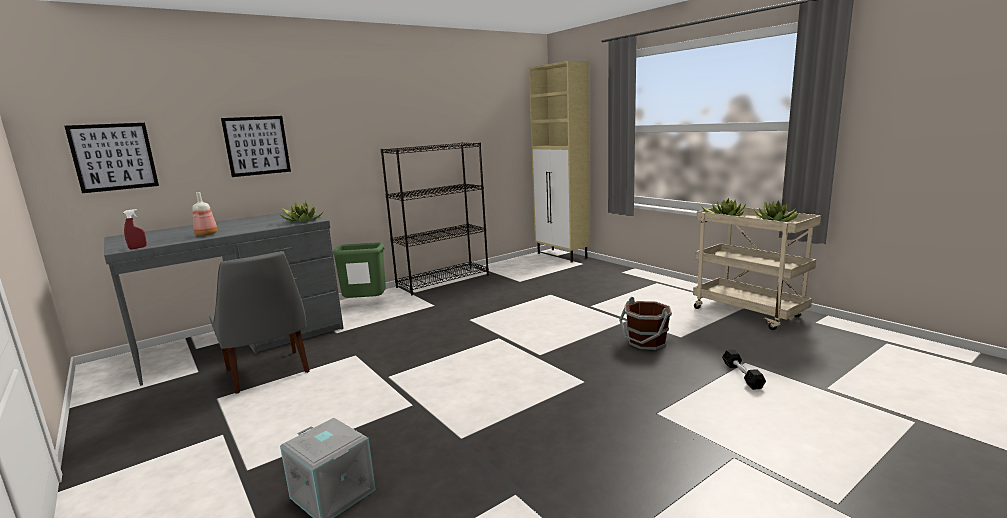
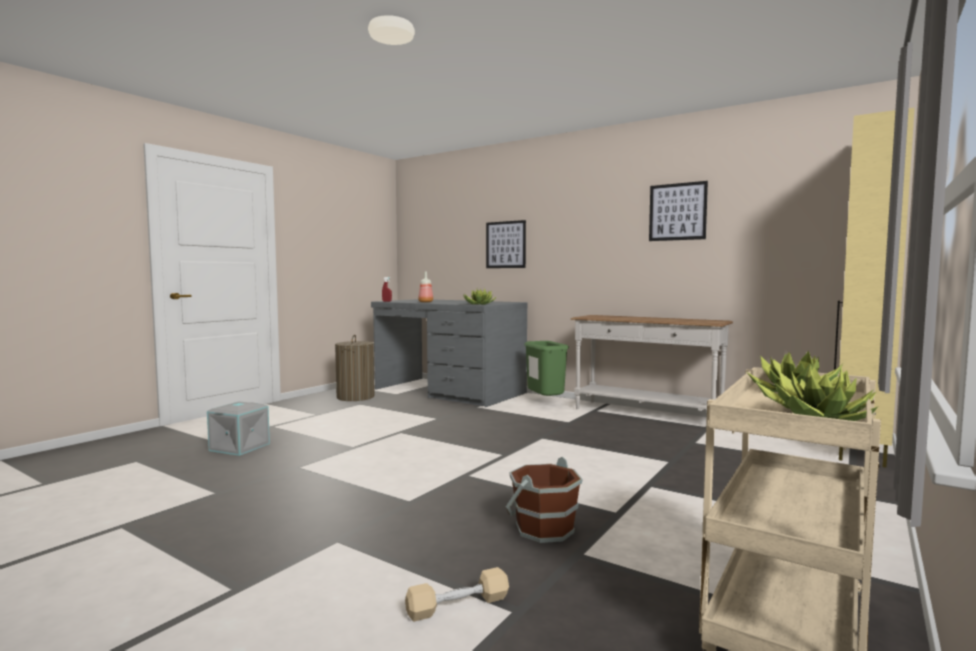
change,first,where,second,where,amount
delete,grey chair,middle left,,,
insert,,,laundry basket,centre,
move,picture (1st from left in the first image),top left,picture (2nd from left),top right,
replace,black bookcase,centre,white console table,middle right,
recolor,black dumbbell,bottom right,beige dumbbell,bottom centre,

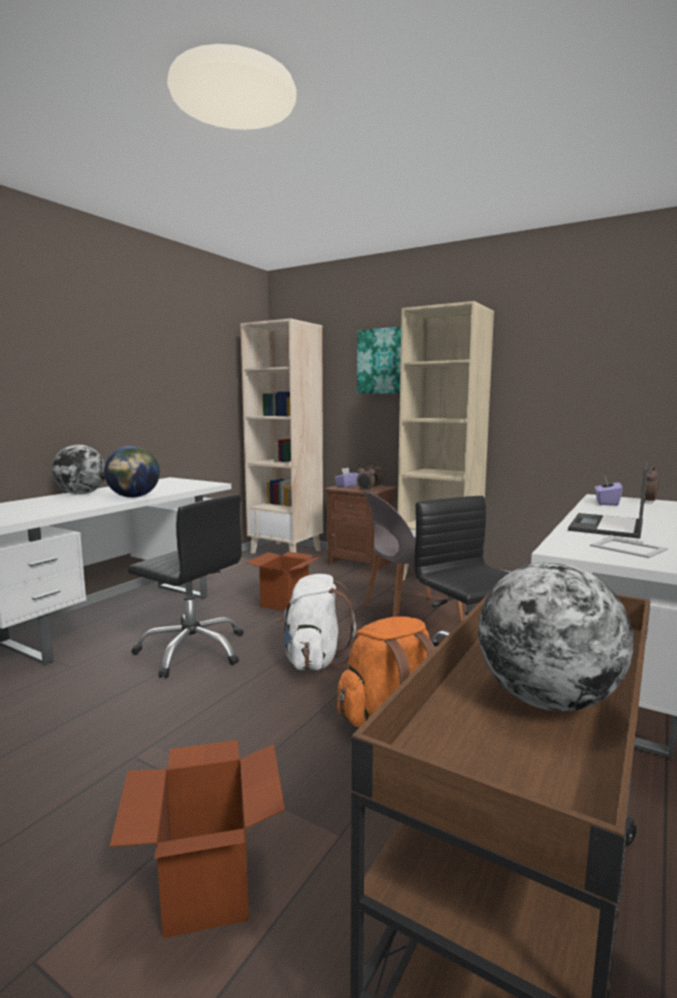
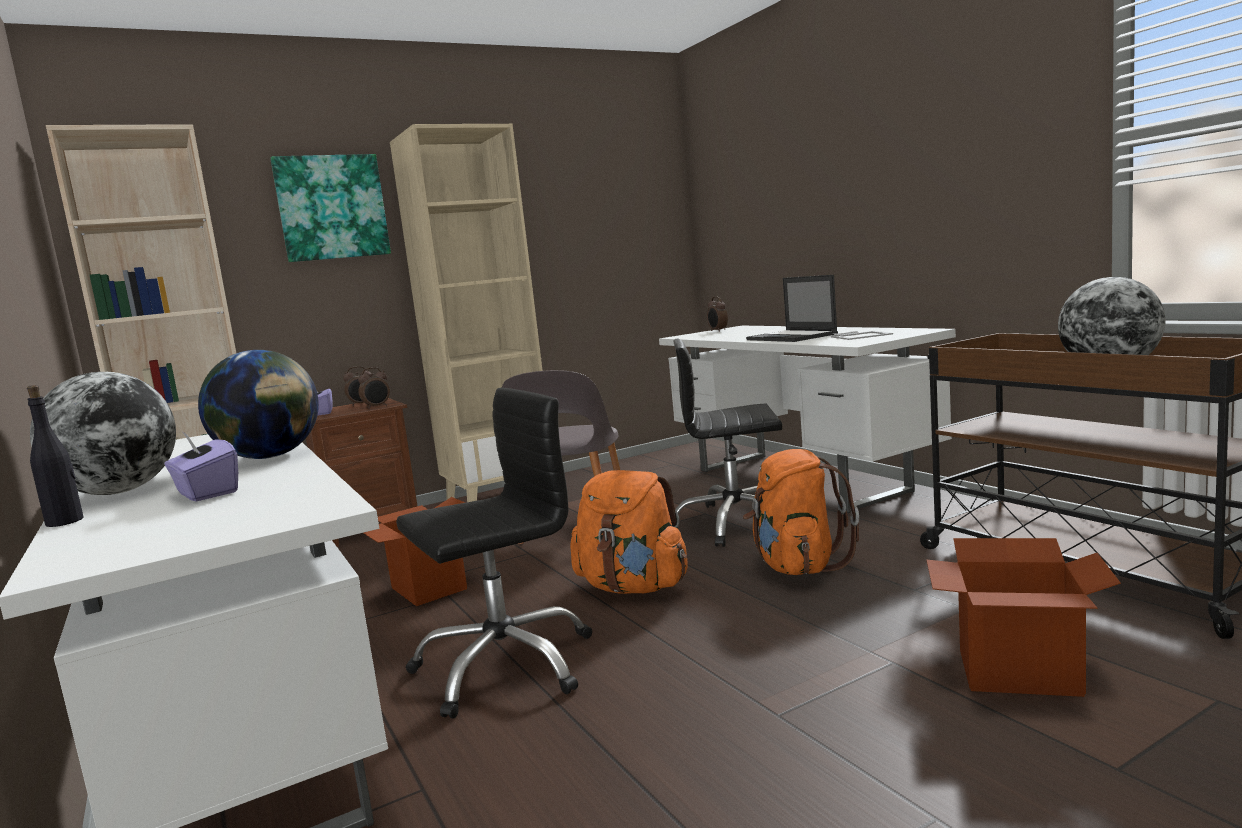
change,first,where,second,where,amount
insert,,,black bottle,middle left,
move,purple tissue box (2nd from left in the first image),middle right,purple tissue box (1st from left),middle left,
recolor,white backpack,centre,orange backpack (1st from left),centre,

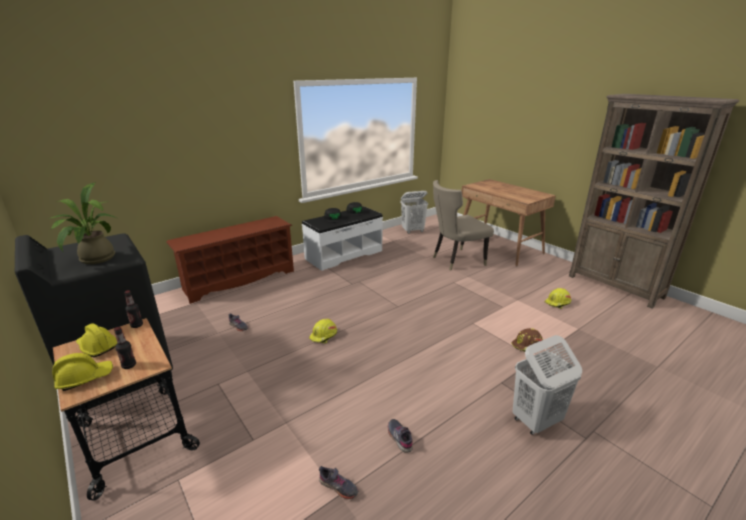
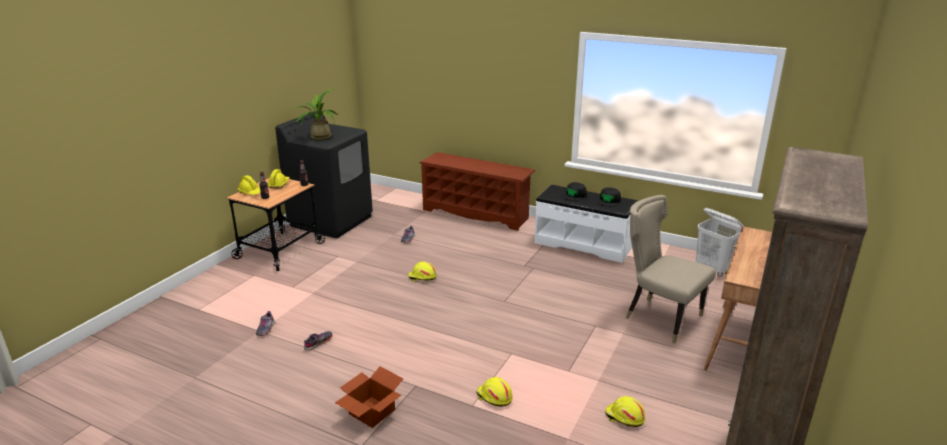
change,first,where,second,where,amount
replace,white laundry basket (2nd from left),bottom right,cardboard box,bottom centre,
recolor,brown hard hat,middle right,yellow hard hat (4th from left),bottom centre,

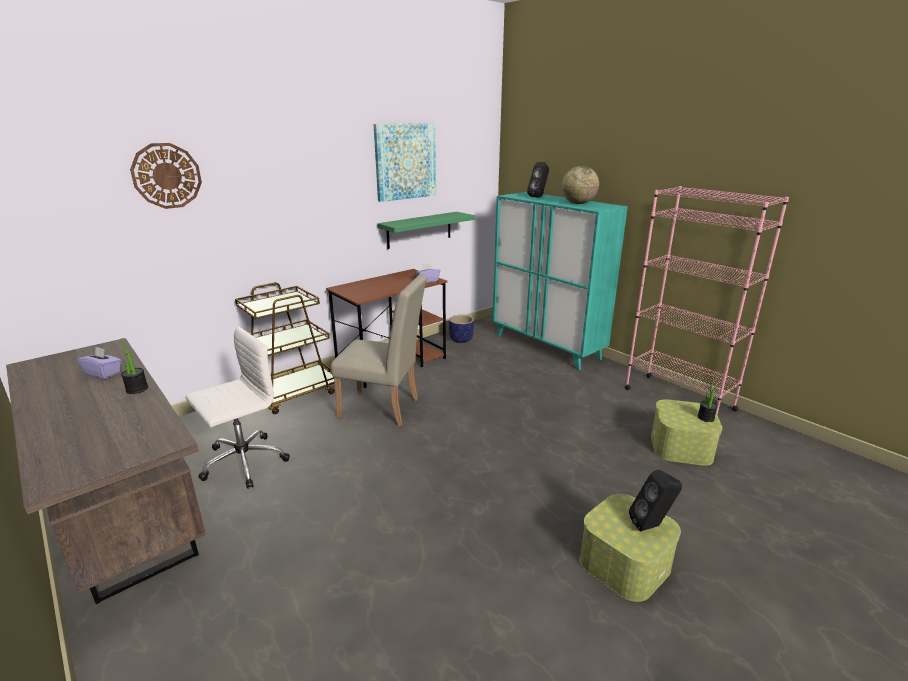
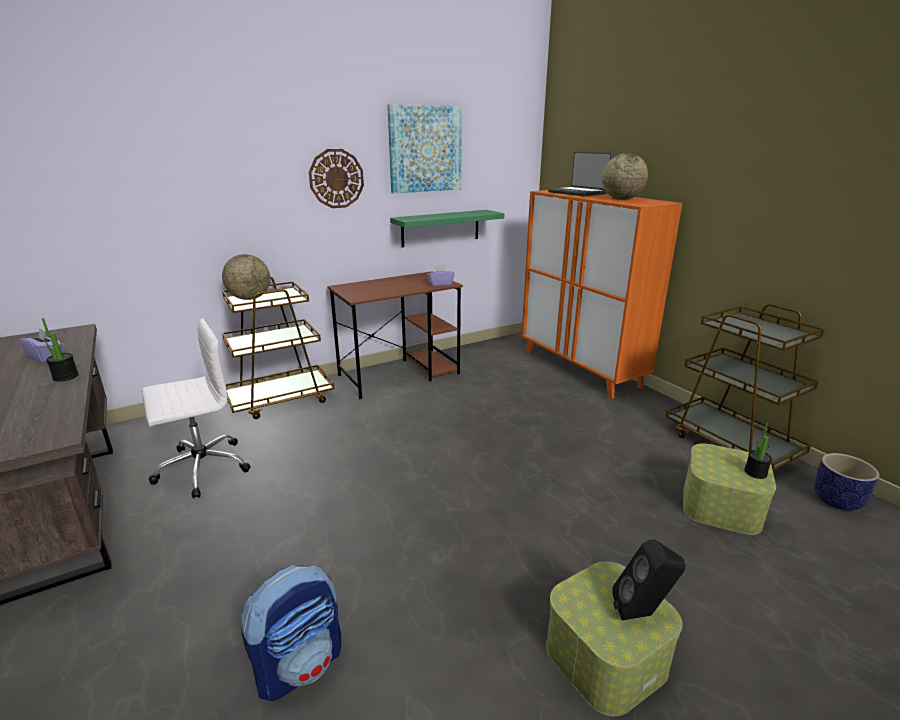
change,first,where,second,where,amount
delete,beige chair,centre,,,
insert,,,globe (1st from left),middle left,
insert,,,backpack,bottom left,
move,wall clock,top left,,top centre,
move,planter,centre,,bottom right,
replace,black speaker (1st from left),top centre,laptop,top centre,
replace,pink bookcase,middle right,brown cart (2nd from left),middle right,
recolor,turquoise cabinet,centre,orange cabinet,middle right,

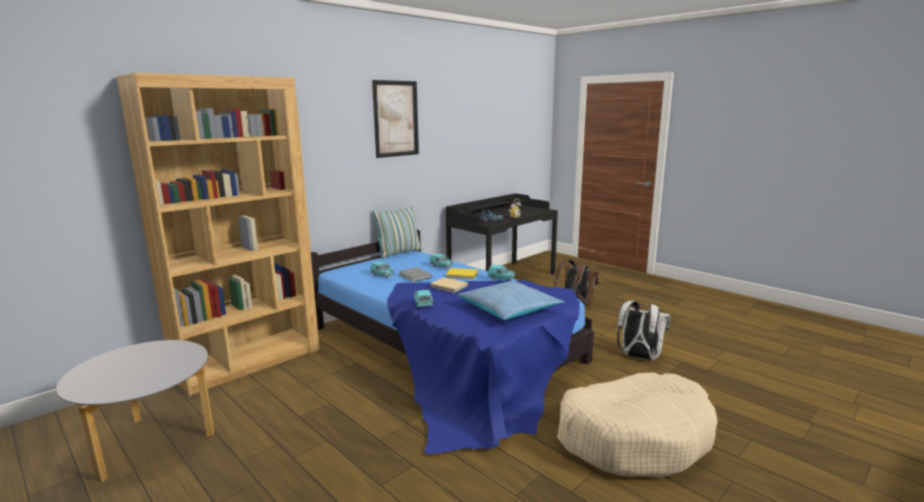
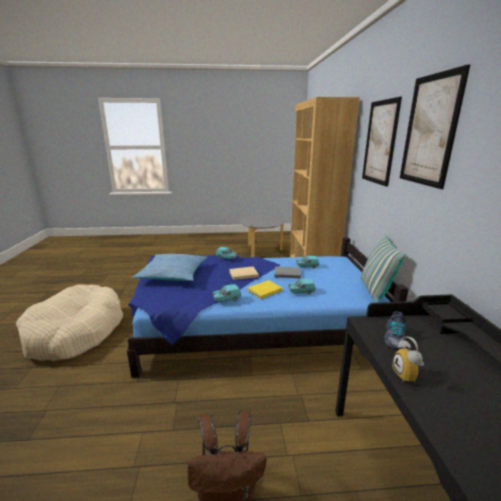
change,first,where,second,where,amount
delete,white backpack,middle right,,,
insert,,,picture (1st from left),top right,

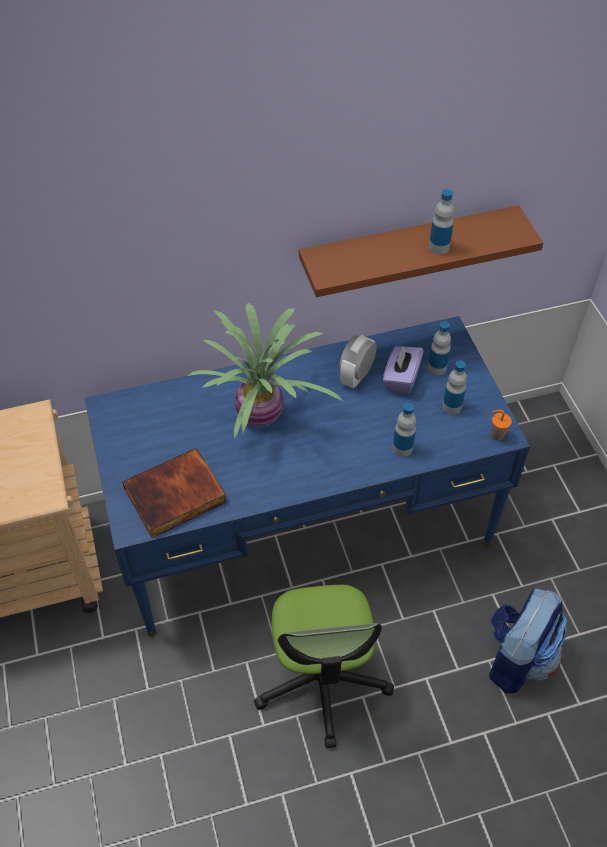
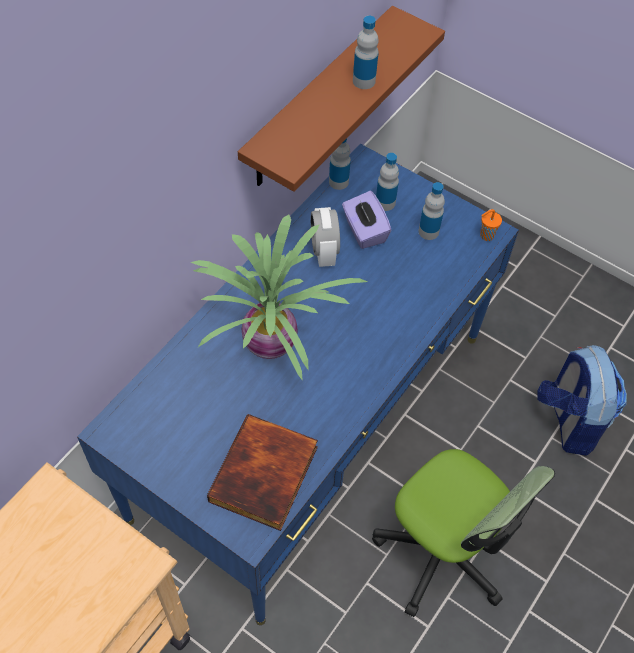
change,first,where,second,where,amount
move,bottle (1st from left),centre,,top centre,

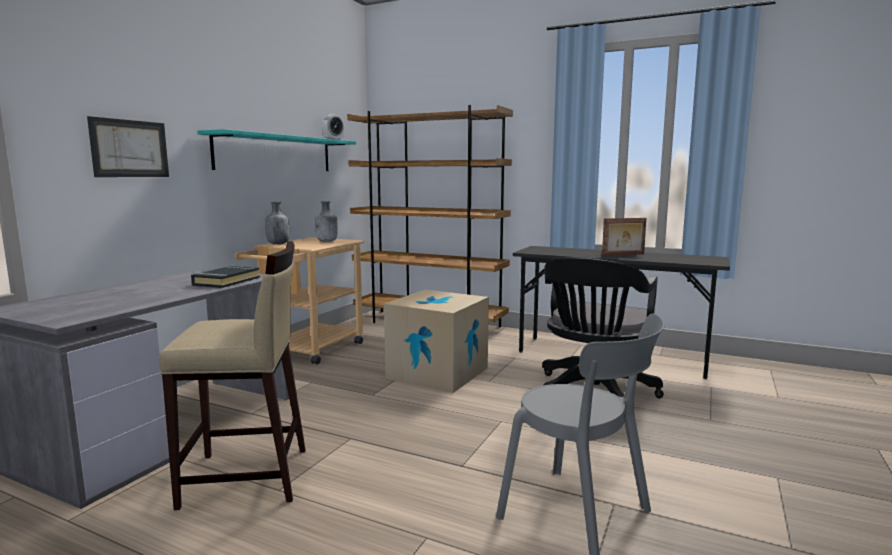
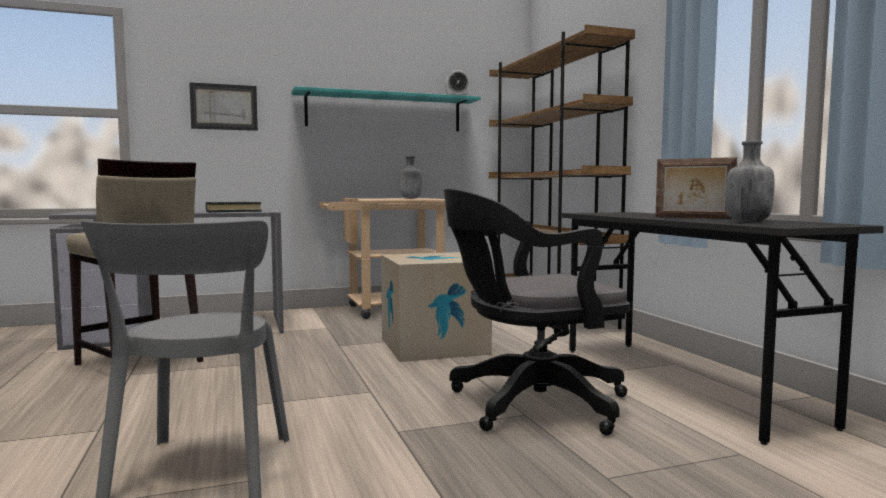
change,first,where,second,where,amount
move,grey bottle (1st from left in the first image),middle left,grey bottle (2nd from left),middle right,

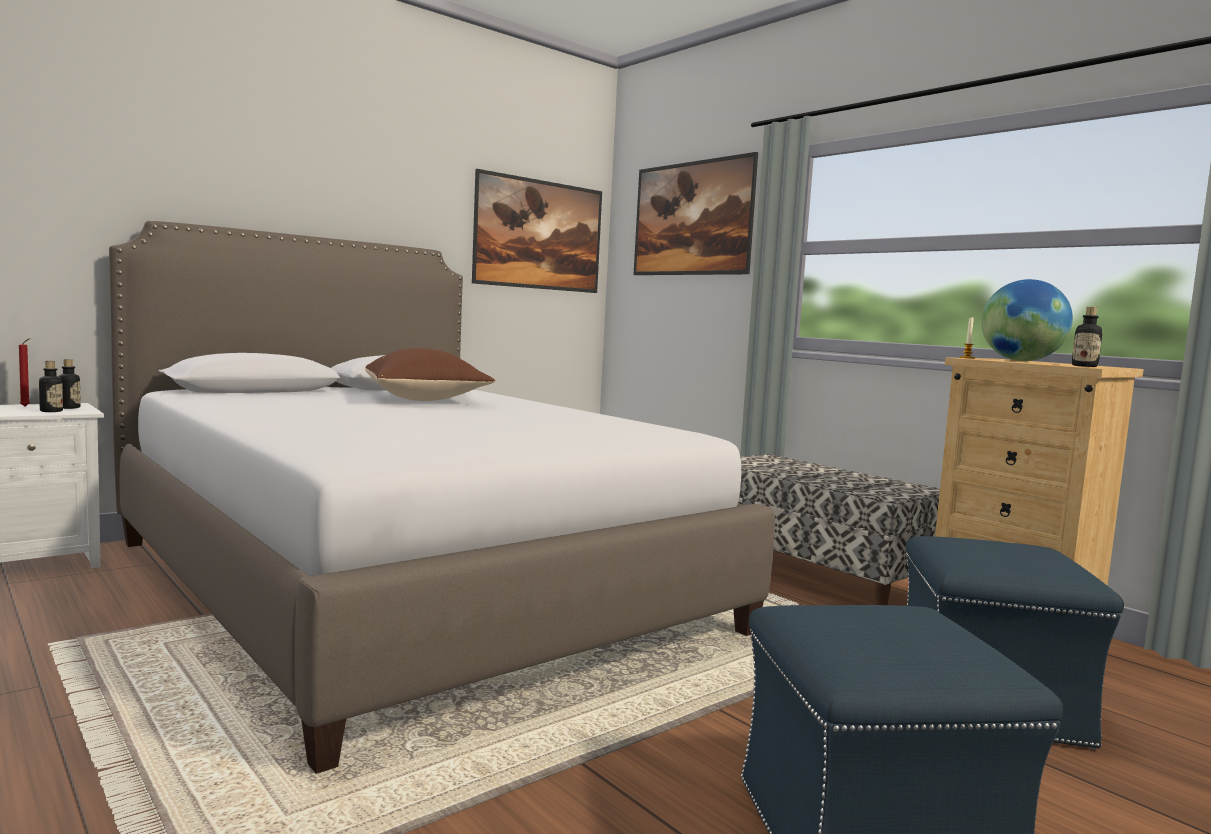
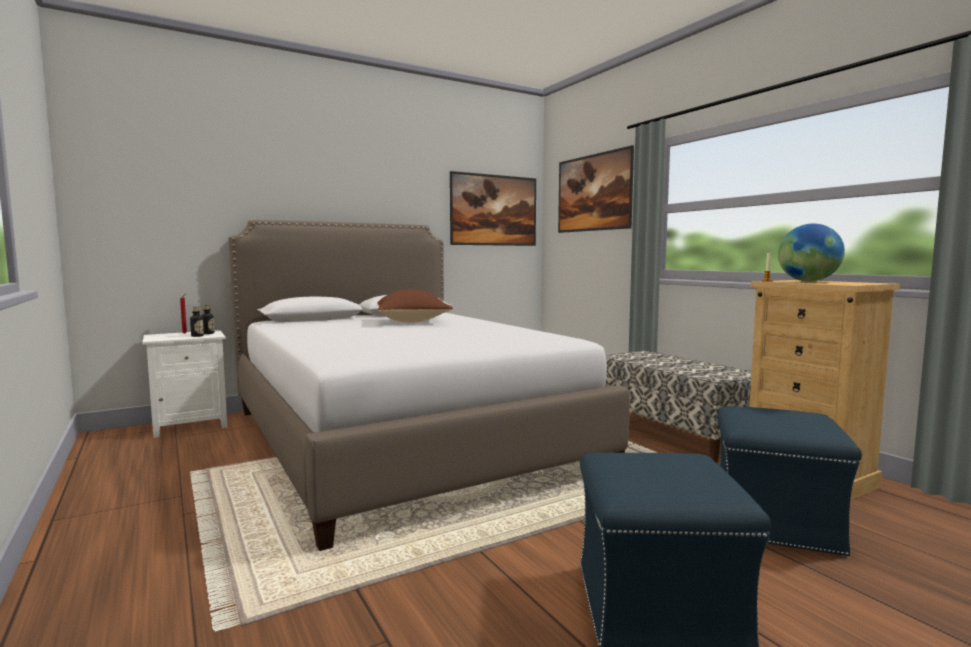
change,first,where,second,where,amount
delete,bottle (3rd from left),middle right,,,

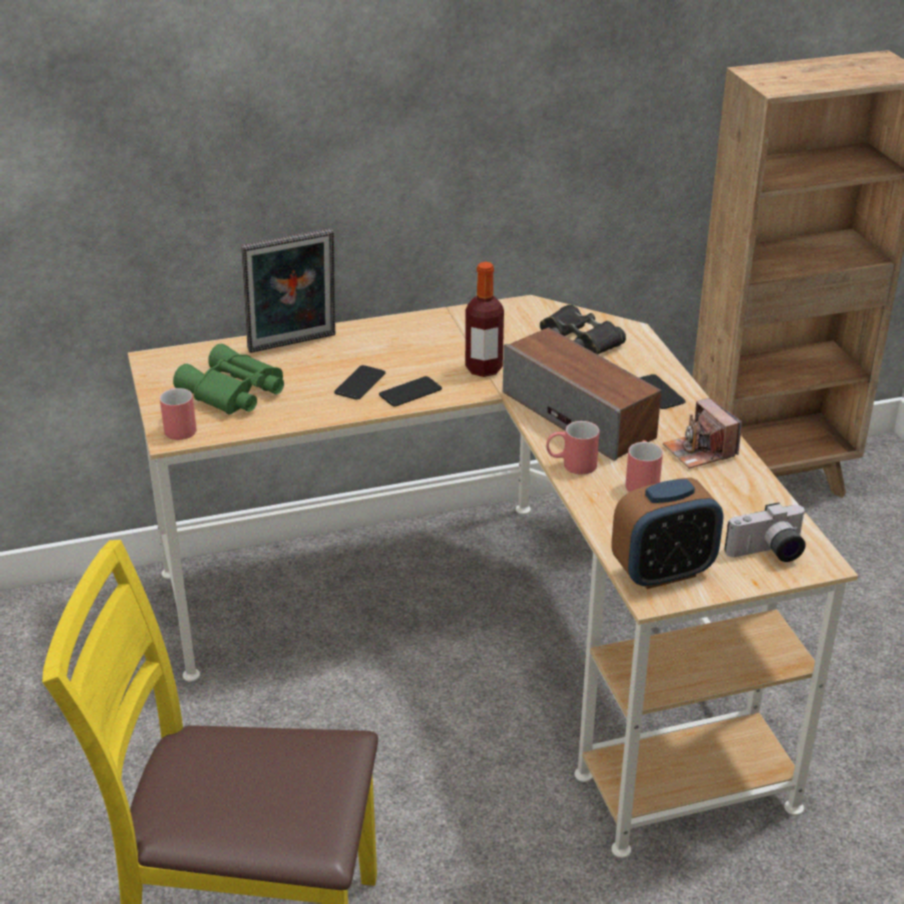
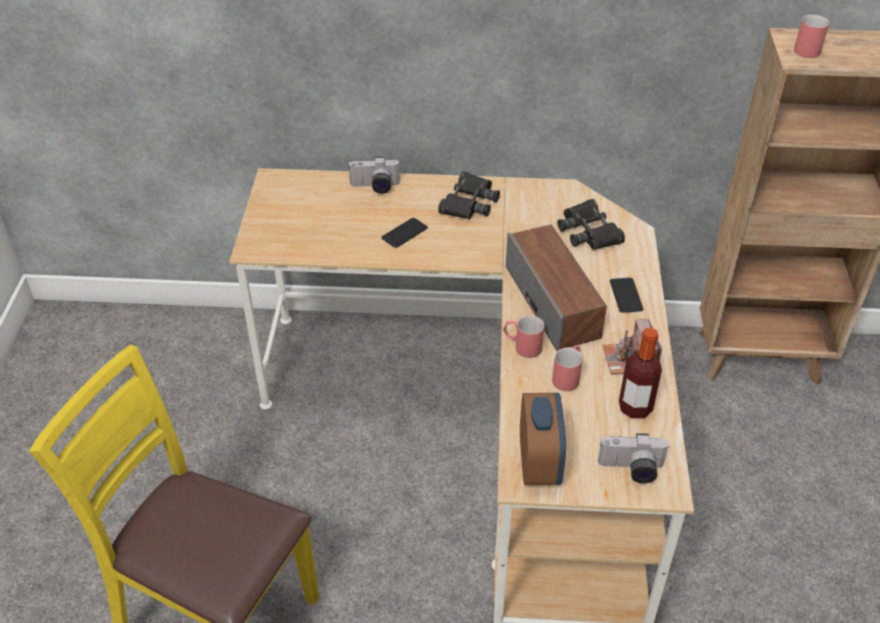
change,first,where,second,where,amount
delete,green binoculars,middle left,,,
delete,phone (2nd from left),centre,,,
insert,,,black binoculars (1st from left),top centre,
move,red mug (1st from left in the first image),middle left,red mug (3rd from left),top right,
move,bottle,centre,,middle right,
replace,picture frame,top left,photo camera (1st from left),top centre,
rotate,alarm clock,middle right,,bottom centre,90 degrees counterclockwise

